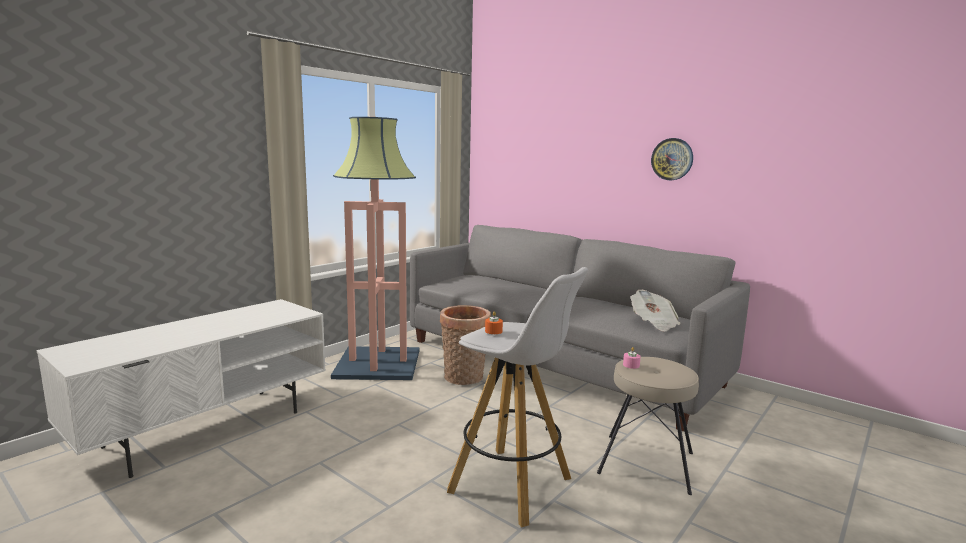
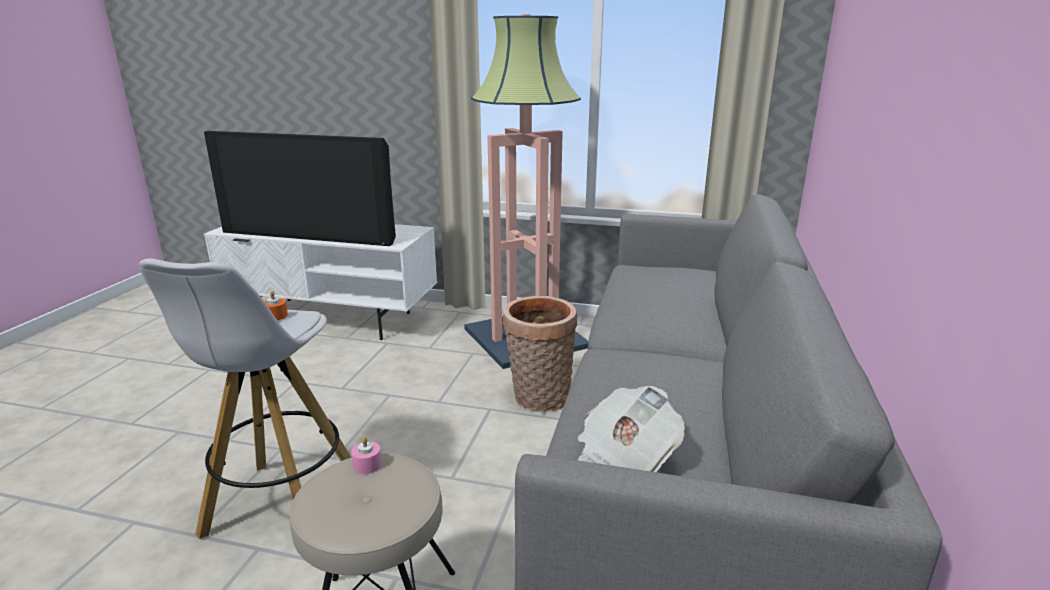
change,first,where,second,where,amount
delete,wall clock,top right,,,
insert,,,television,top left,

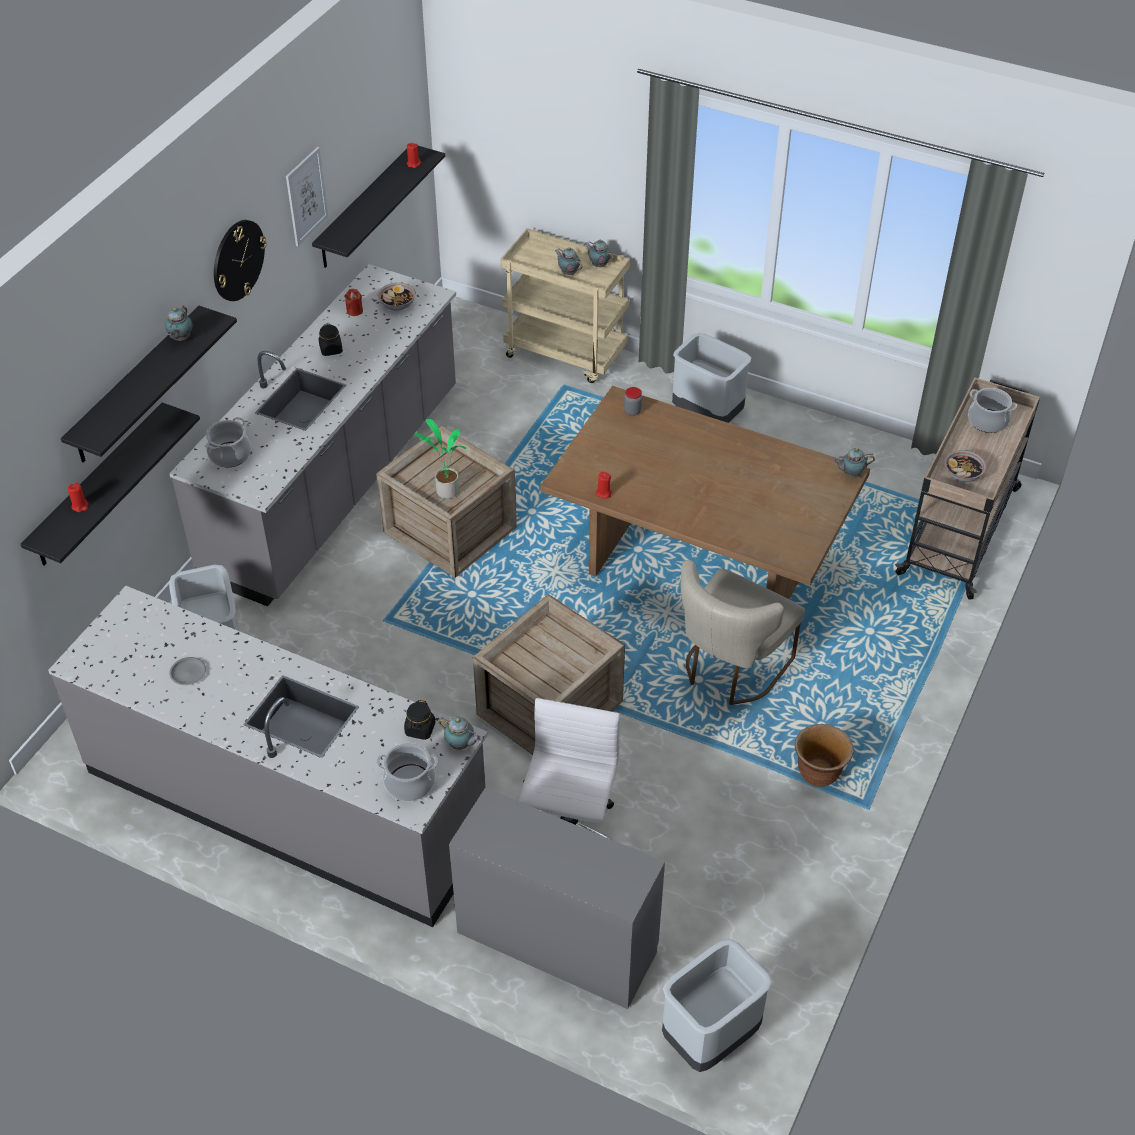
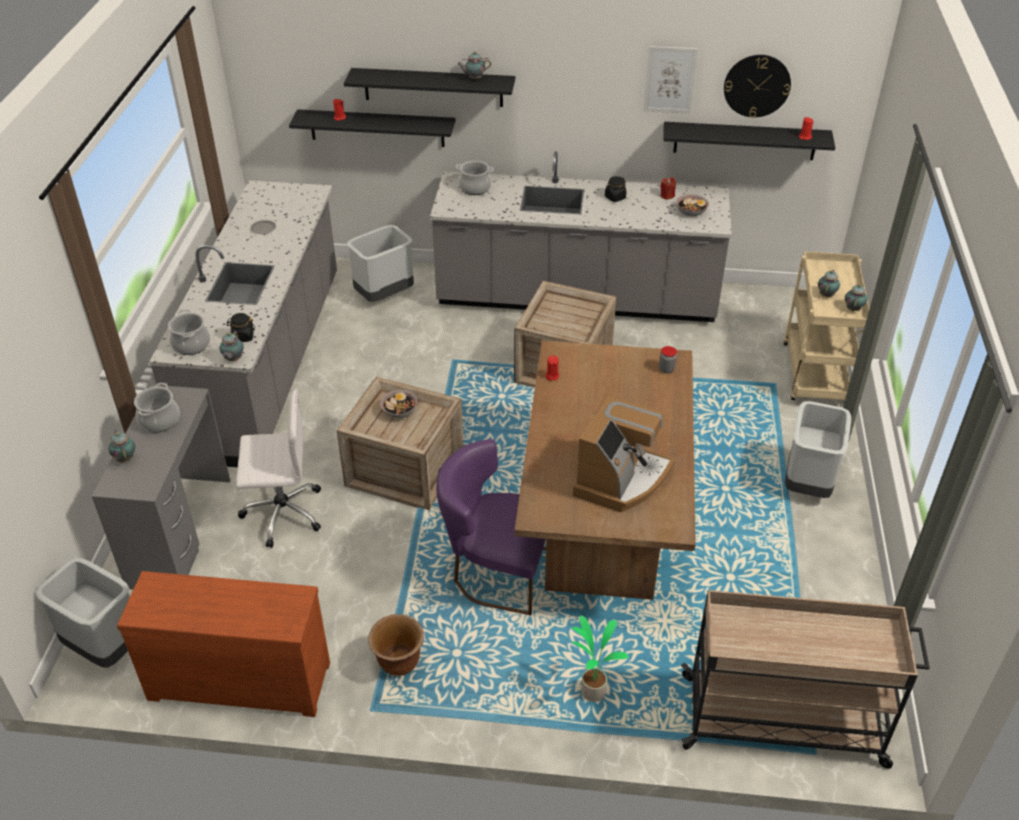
change,first,where,second,where,amount
insert,,,brown dresser,bottom left,
insert,,,coffee machine,centre,
move,wall clock,top left,,top right,
move,potted plant,centre,,bottom centre,
move,teapot (5th from left in the first image),middle right,teapot (1st from left),middle left,
move,bowl (2nd from left in the first image),middle right,bowl (1st from left),centre,
move,cooking pot (3rd from left in the first image),middle right,cooking pot (1st from left),middle left,
recolor,beige chair,centre,purple chair,centre,

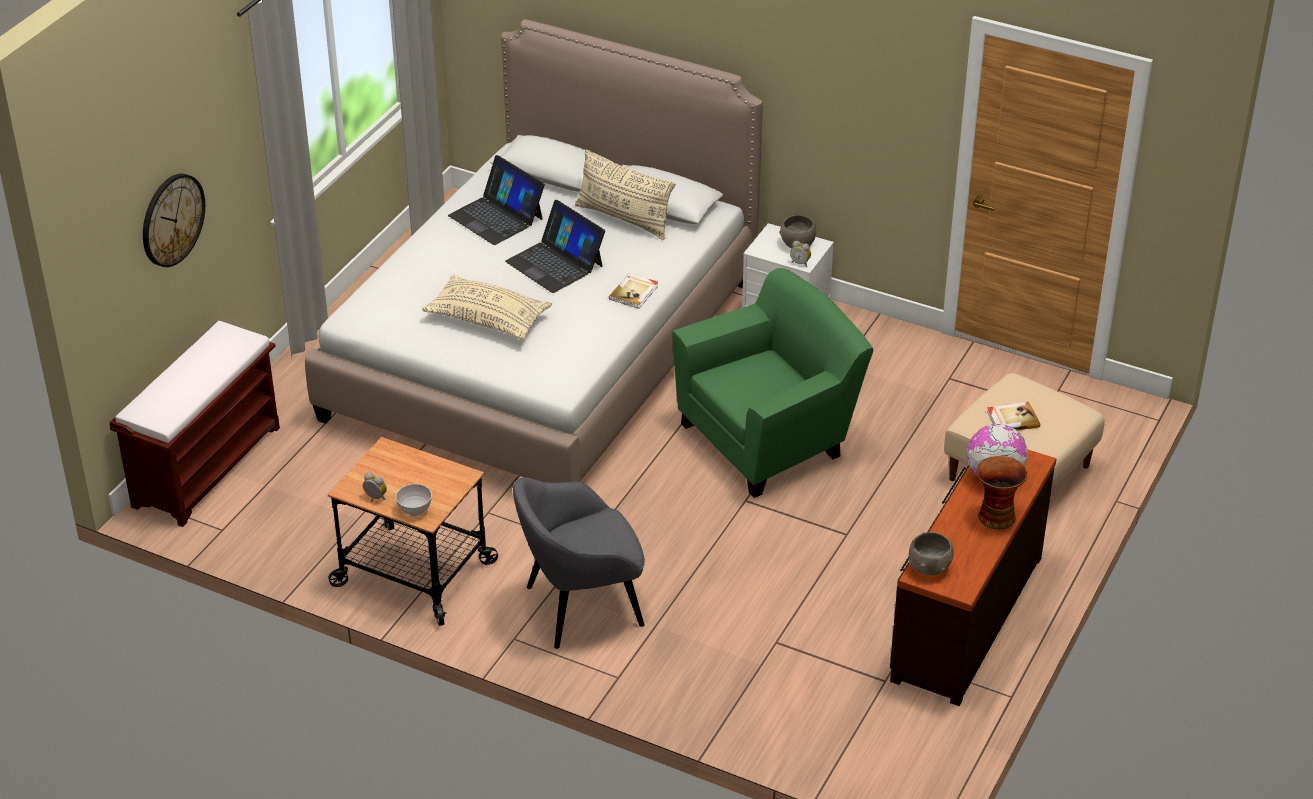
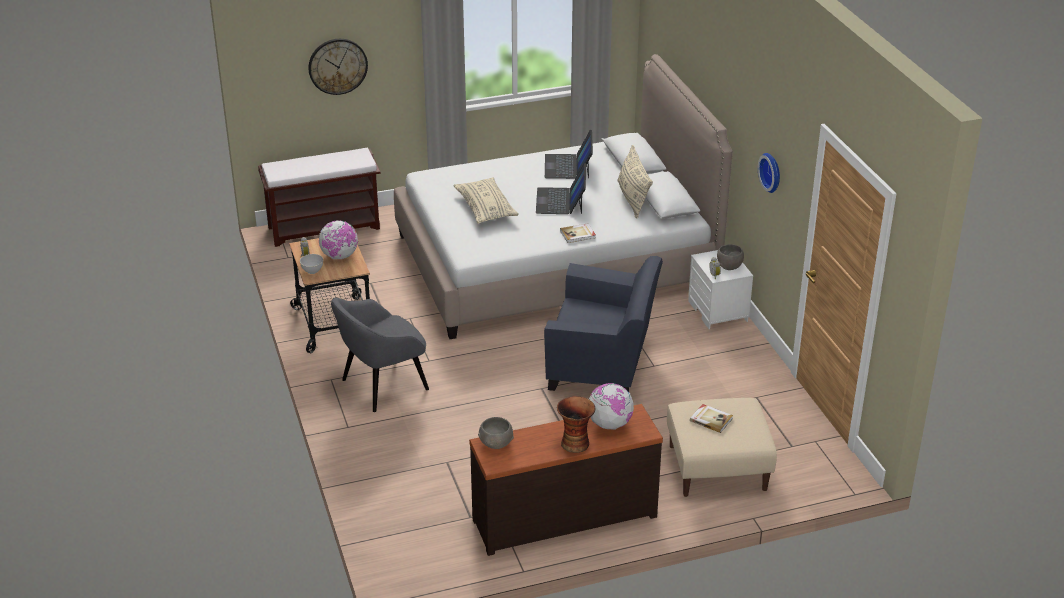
change,first,where,second,where,amount
insert,,,globe (1st from left),middle left,
insert,,,wall clock (2nd from left),top right,
recolor,green armchair,centre,blue armchair,centre,
rotate,grey armchair,bottom centre,,centre,60 degrees counterclockwise

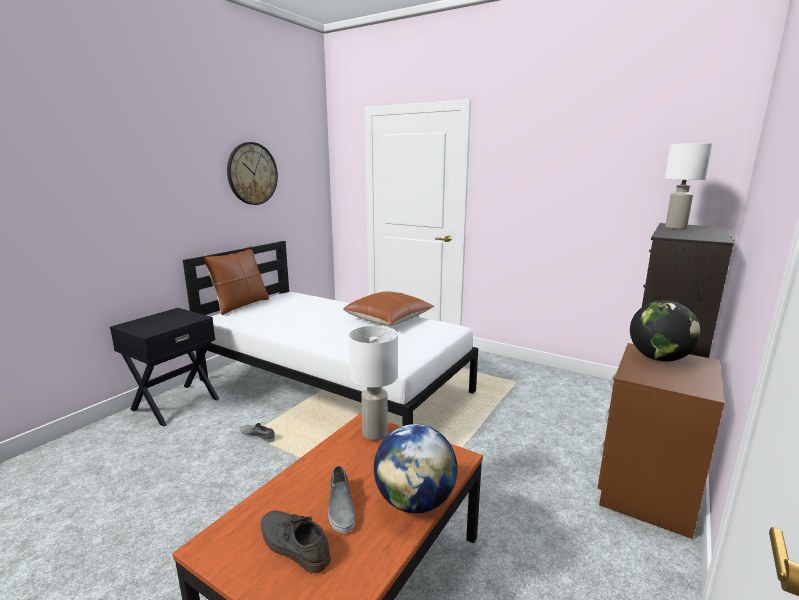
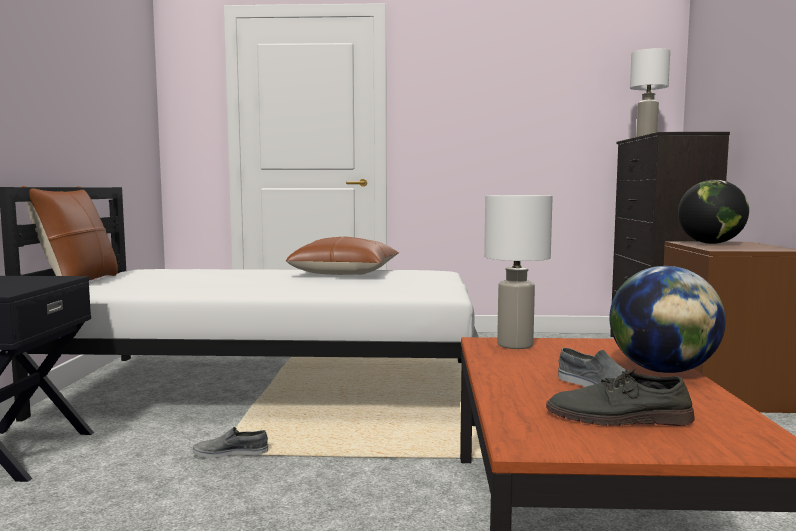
change,first,where,second,where,amount
delete,wall clock,top left,,,

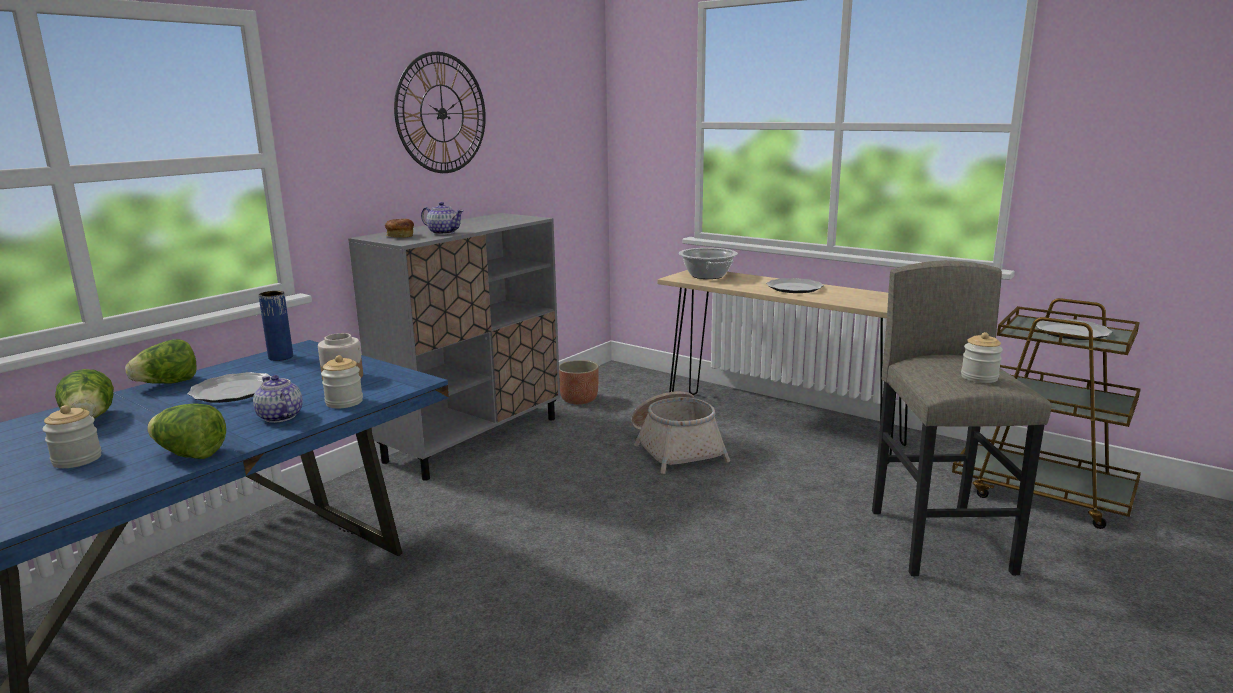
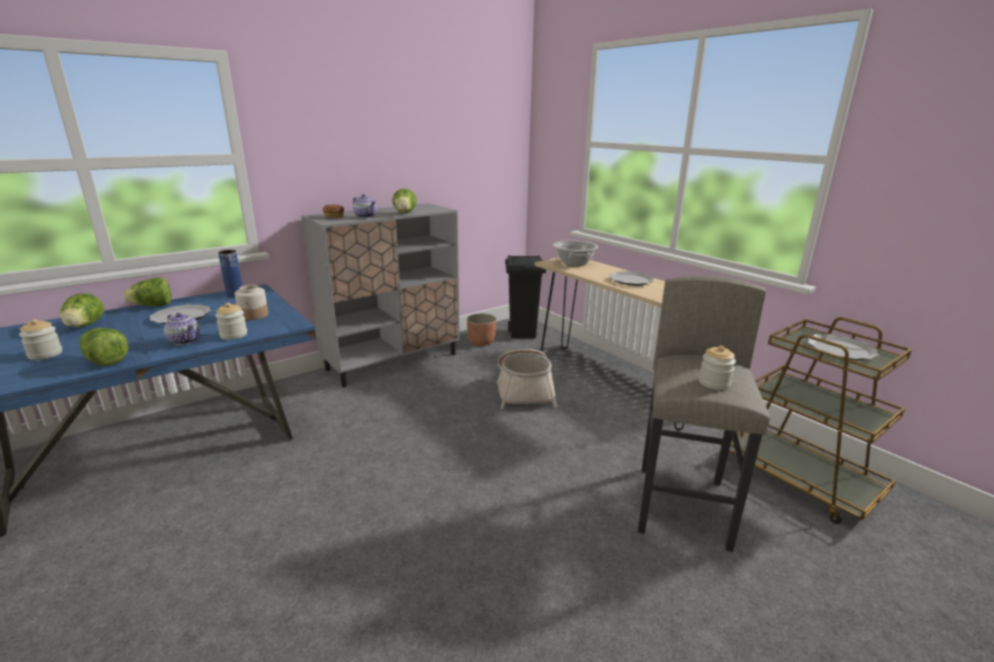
change,first,where,second,where,amount
delete,wall clock,top centre,,,
insert,,,lettuce (4th from left),top centre,
insert,,,black trash can,centre,
rotate,teapot (1st from left),middle left,,middle left,150 degrees clockwise

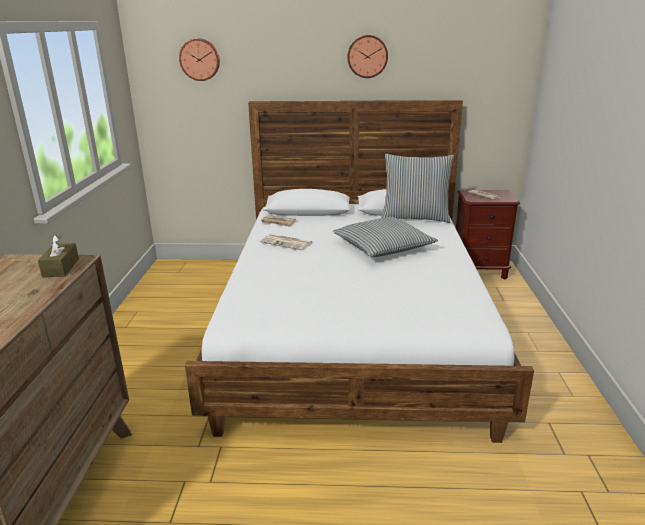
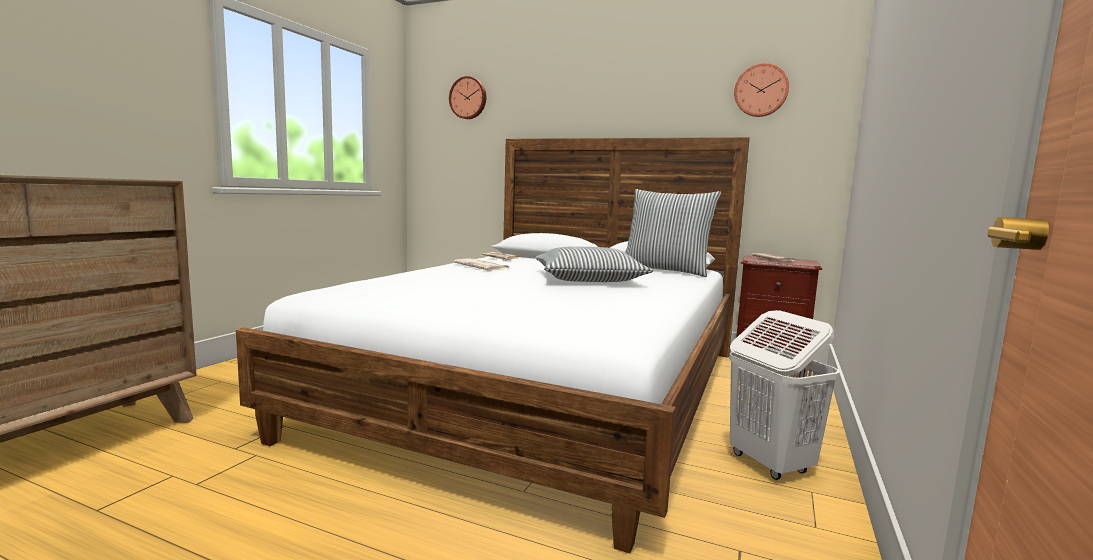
change,first,where,second,where,amount
delete,brown tissue box,middle left,,,
insert,,,white laundry basket,bottom right,
move,wall clock (2nd from left),top centre,,top right,

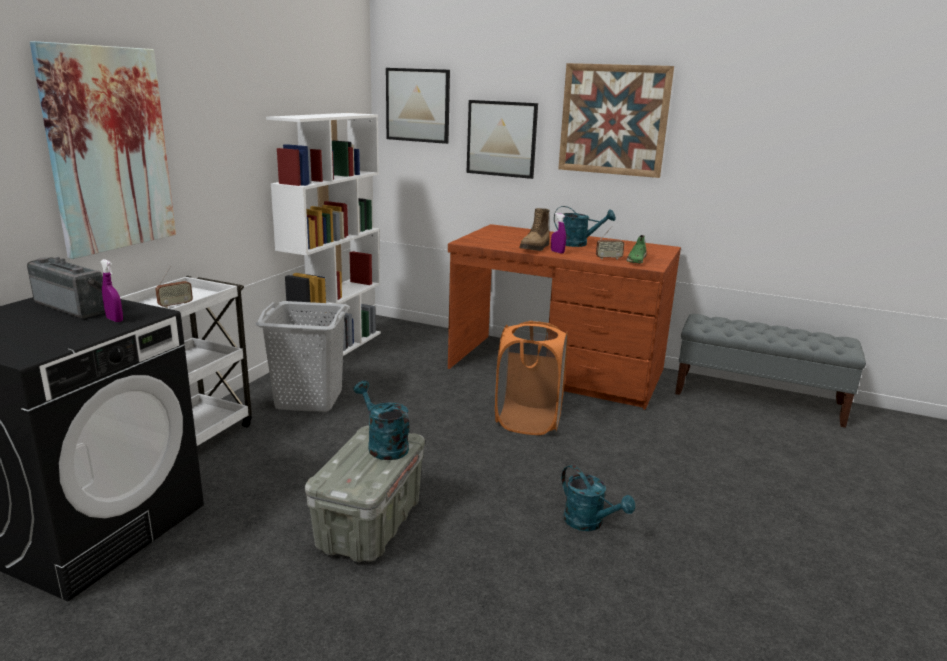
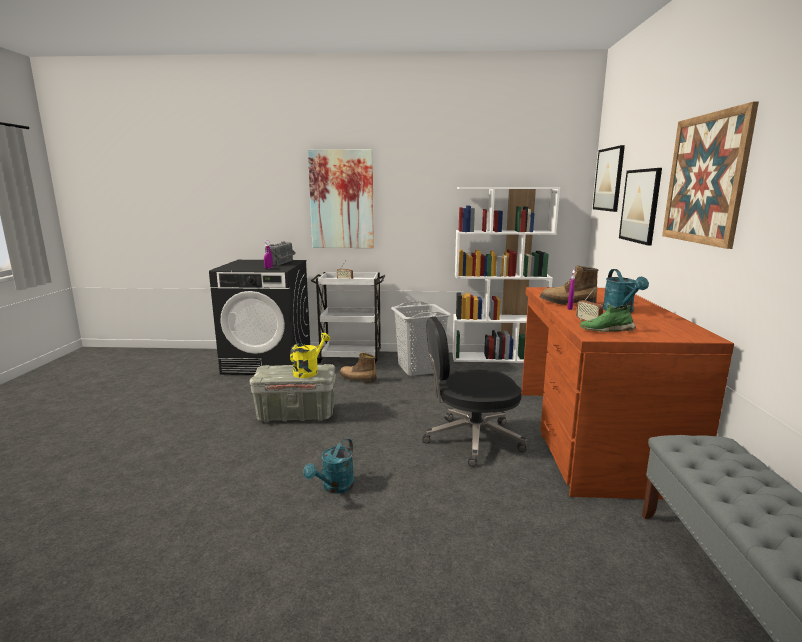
change,first,where,second,where,amount
insert,,,boot (1st from left),centre,
replace,orange laundry basket,centre,black office chair,centre,
recolor,turquoise watering can (1st from left),centre,yellow watering can,centre,

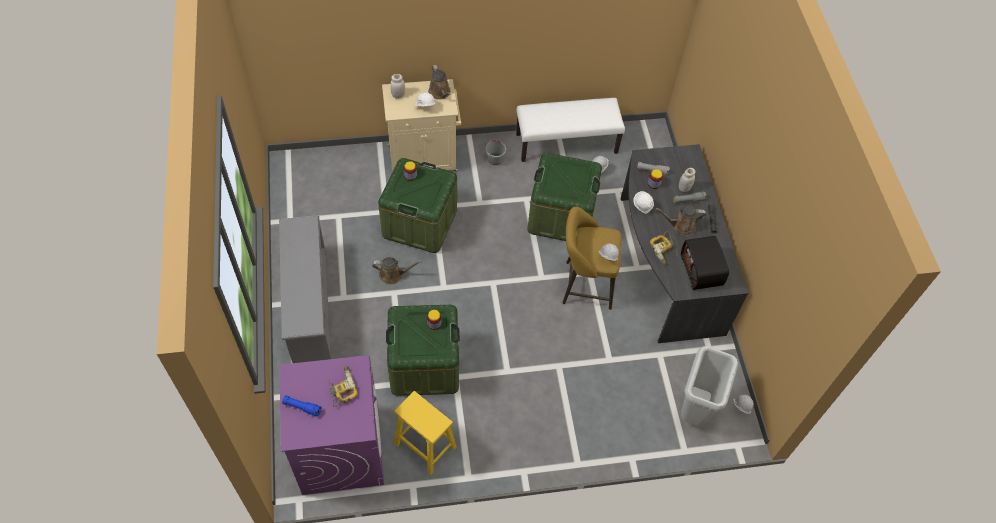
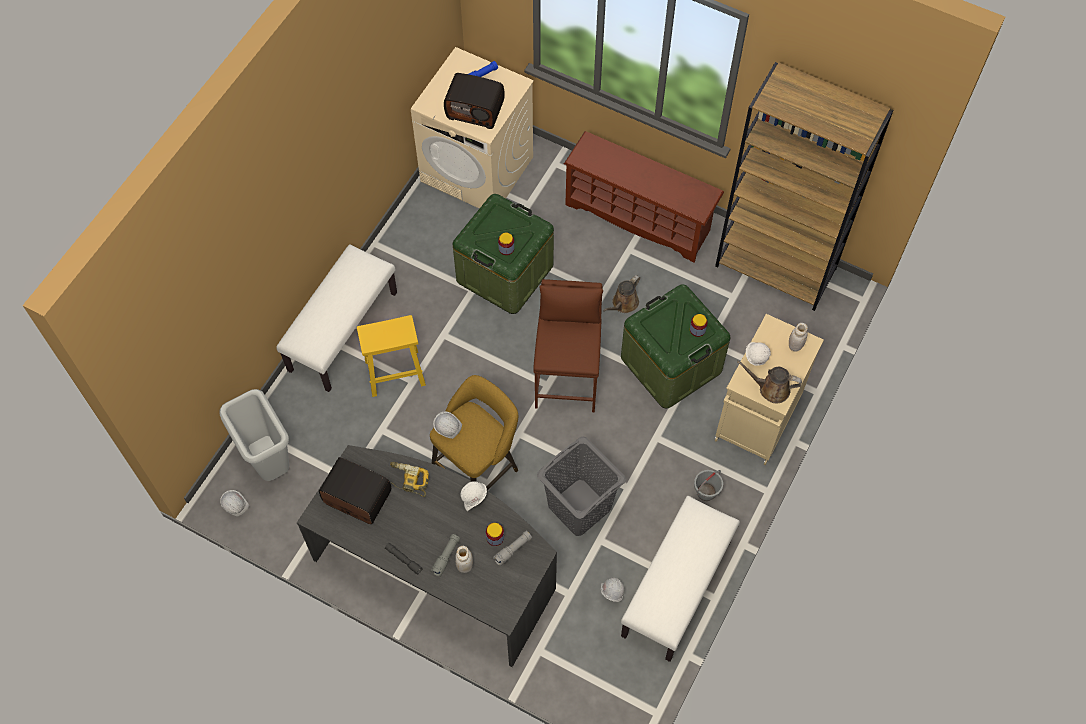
change,first,where,second,where,amount
delete,brown watering can (3rd from left),middle right,,,
insert,,,white bench (1st from left),middle left,
insert,,,brown stool,centre,
insert,,,brown bookcase,top right,
move,yellow stool (1st from left),bottom centre,,centre,
replace,power drill (1st from left),bottom centre,radio (2nd from left),top centre,
replace,green storage box (3rd from left),centre,grey laundry basket,bottom centre,
recolor,grey shoe rack,middle left,brown shoe rack,top centre,
recolor,purple washing machine,bottom left,beige washing machine,top centre,

